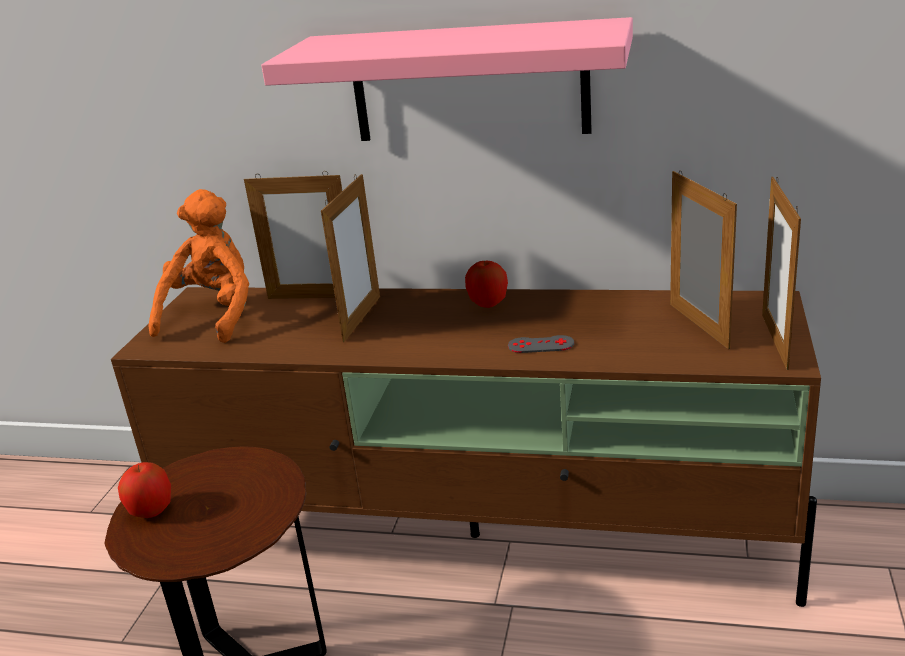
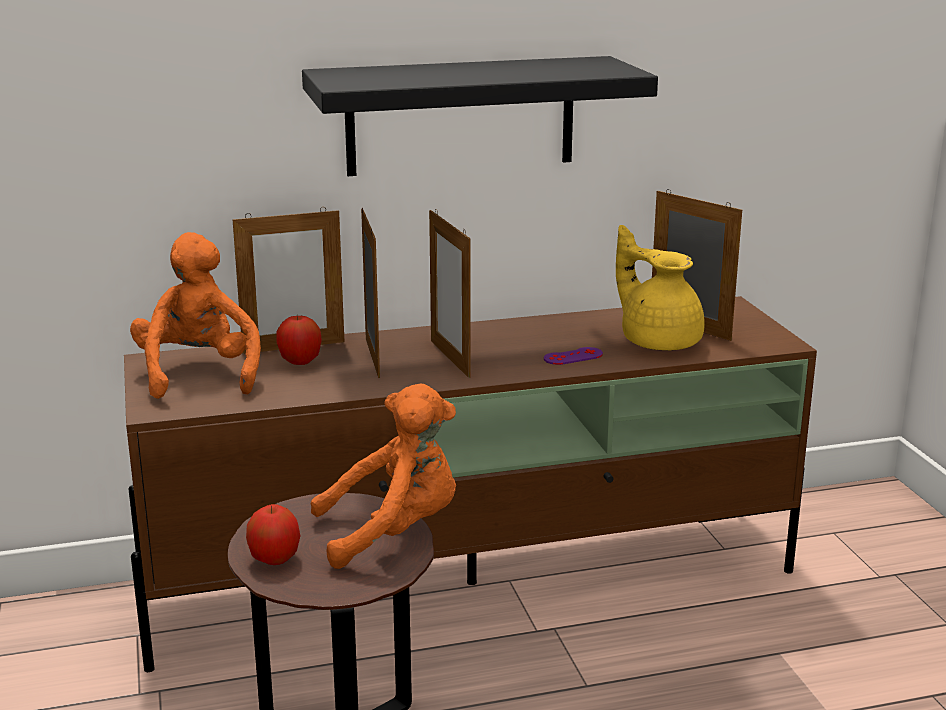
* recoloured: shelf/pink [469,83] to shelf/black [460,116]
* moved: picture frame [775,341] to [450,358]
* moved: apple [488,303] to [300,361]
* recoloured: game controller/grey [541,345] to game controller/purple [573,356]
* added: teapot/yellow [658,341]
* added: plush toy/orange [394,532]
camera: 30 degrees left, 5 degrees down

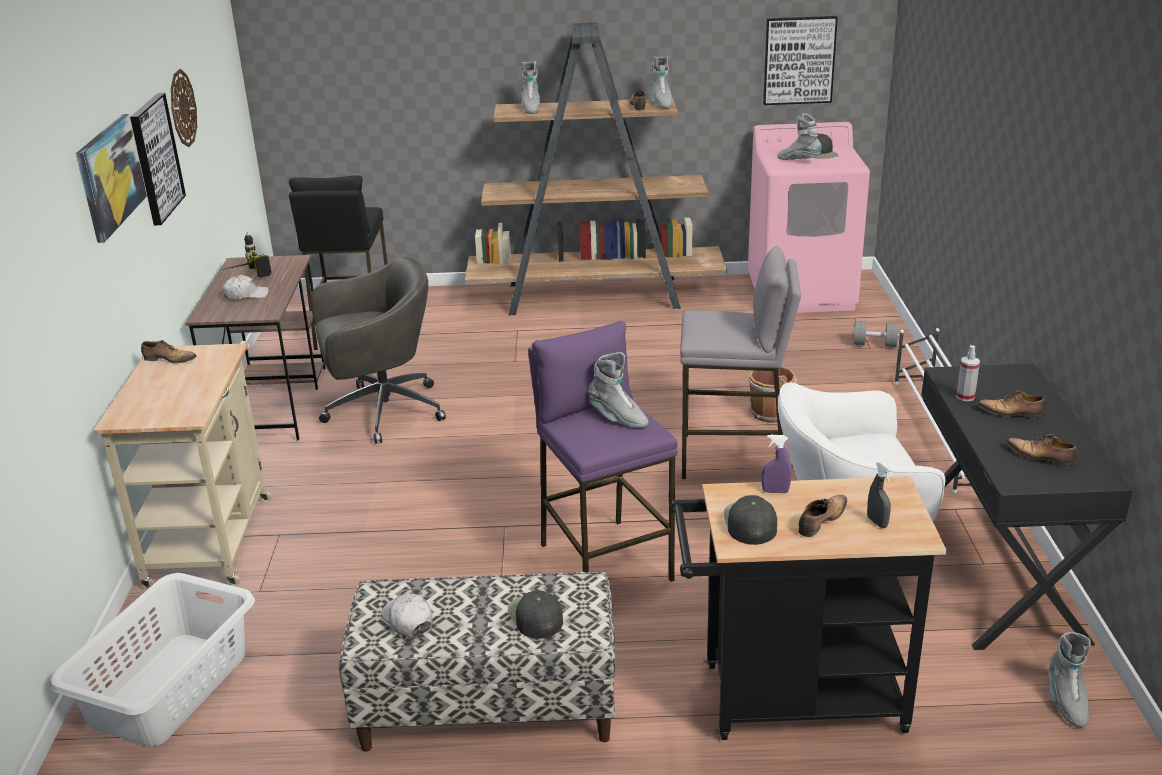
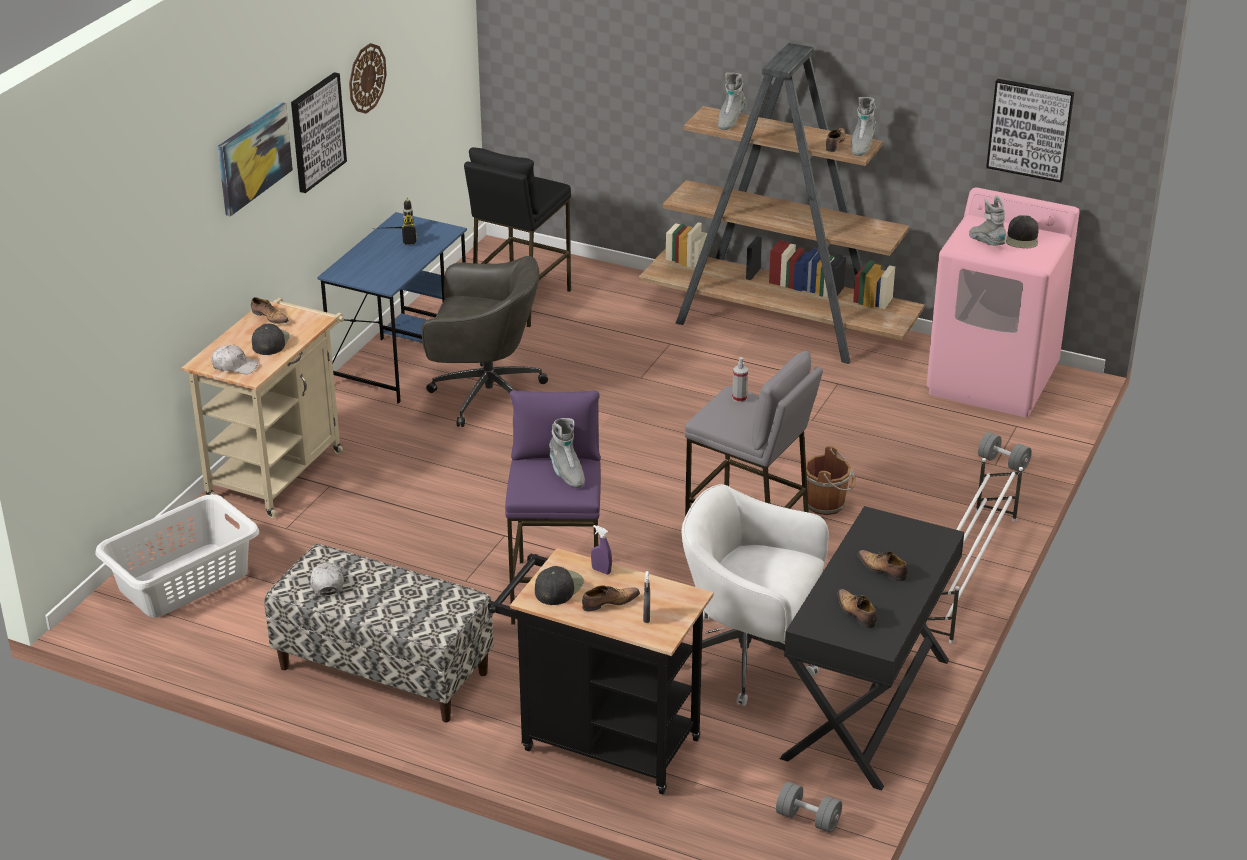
* recoloured: desk/brown [273,402] to desk/blue [401,359]
* moved: cap/white [246,295] to [235,366]
* moved: spray bottle [965,397] to [739,398]
* moved: cap/black [535,616] to [270,342]
* replaced: boot/grey [1065,701] to dumbbell/grey [808,819]
camera: 25 degrees right, 5 degrees up

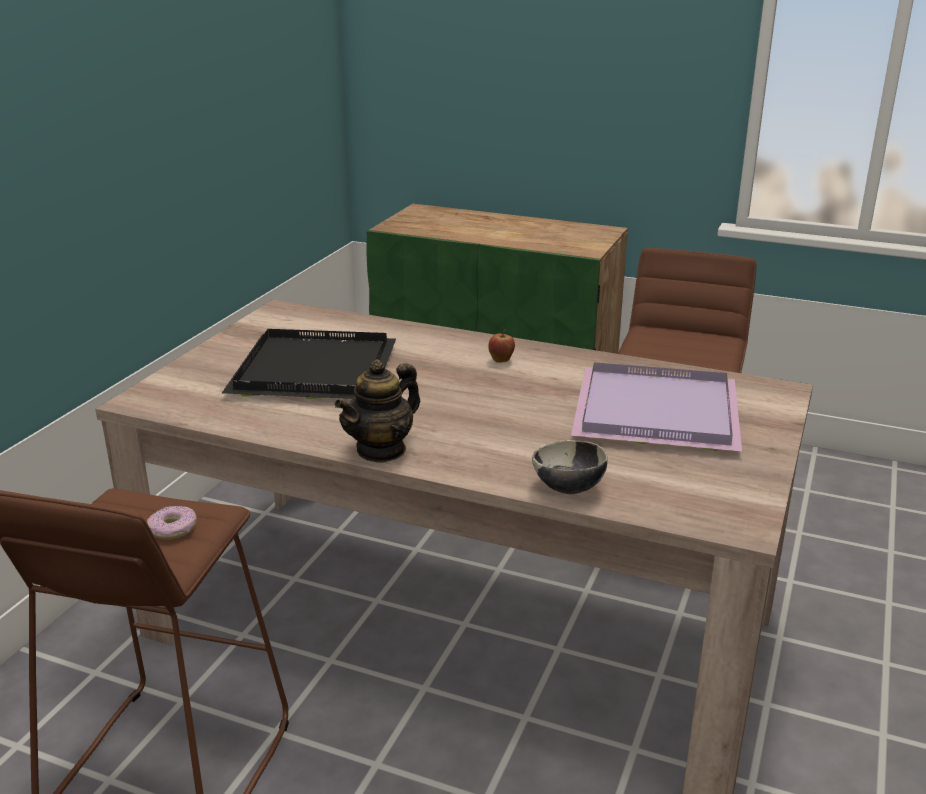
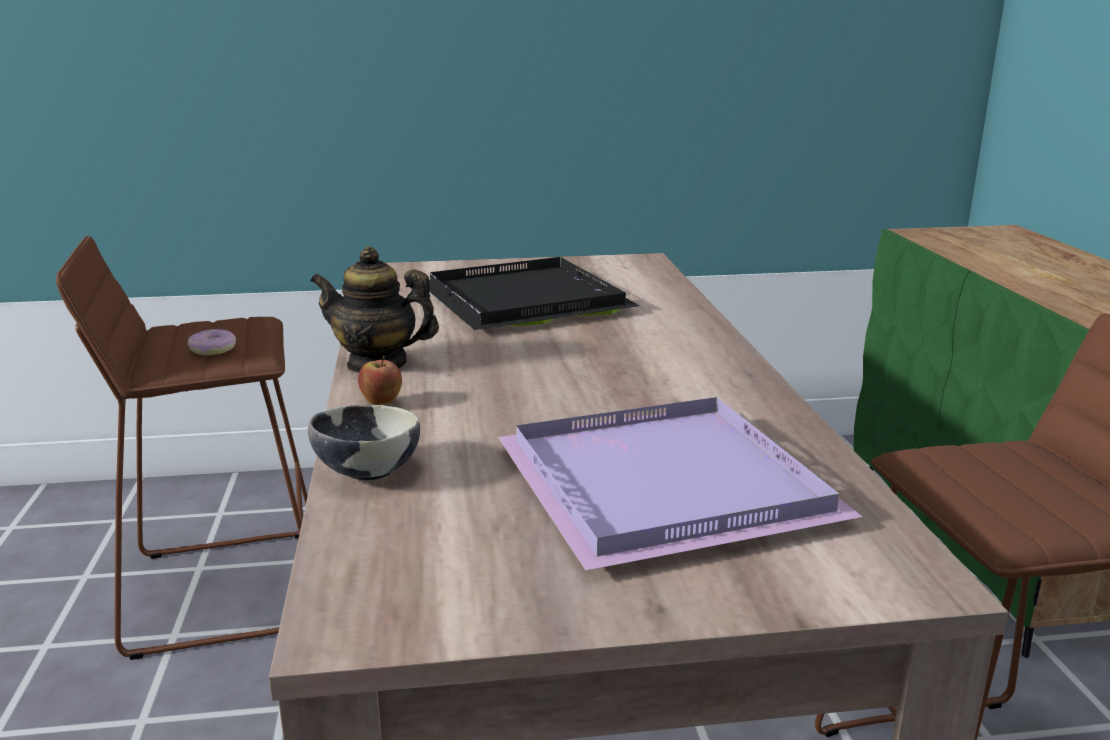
* moved: apple [501,361] to [381,404]
camera: 60 degrees right, 5 degrees down

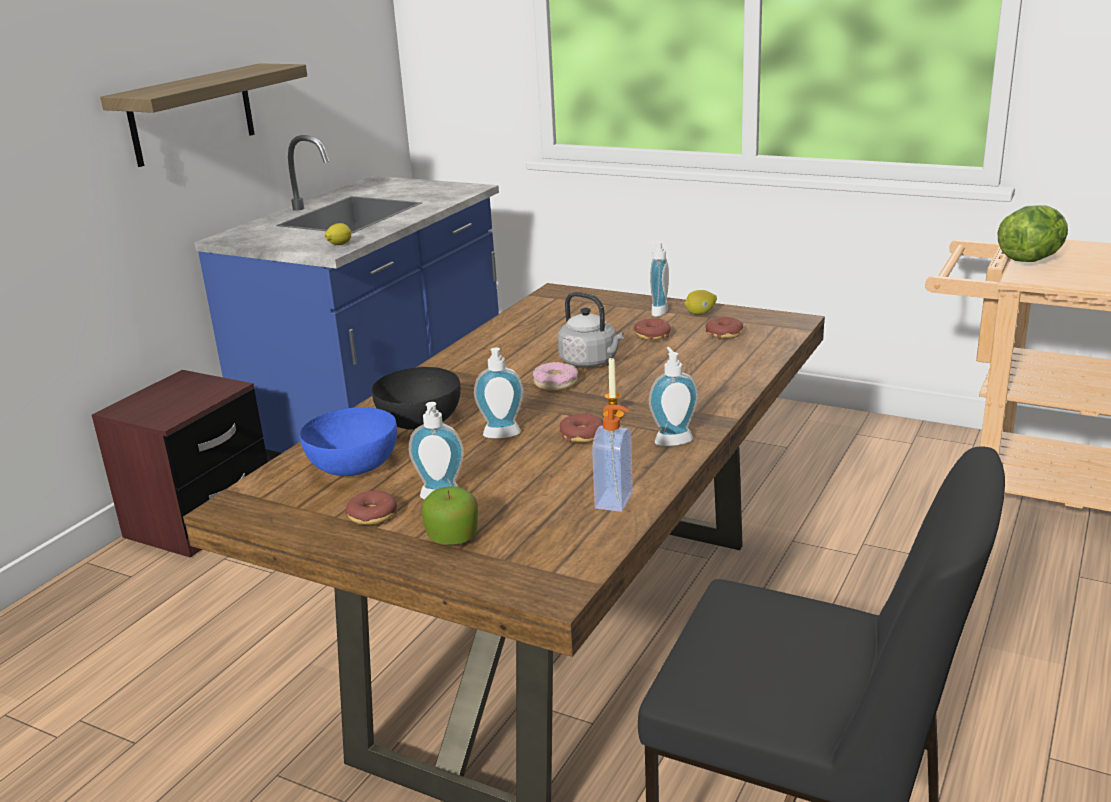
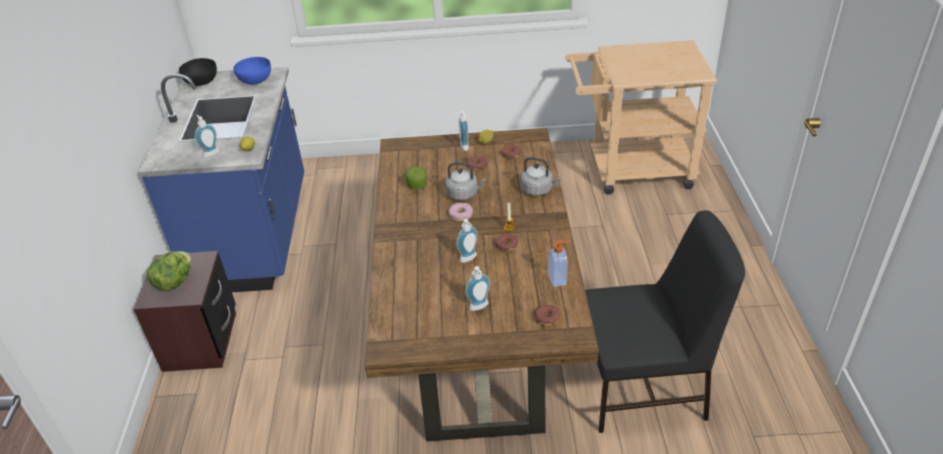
* removed: shelf [192,114]
* moved: lettuce [1031,259] to [175,282]
* moved: soap dispenser [672,439] to [210,152]
* moved: bowl/black [421,420] to [202,81]
* moved: bowl/blue [353,466] to [255,80]
* moved: apple [453,537] to [417,186]
* moved: donut [372,515] to [547,318]
* added: kettle/grey [538,190]
camera: 30 degrees left, 15 degrees up

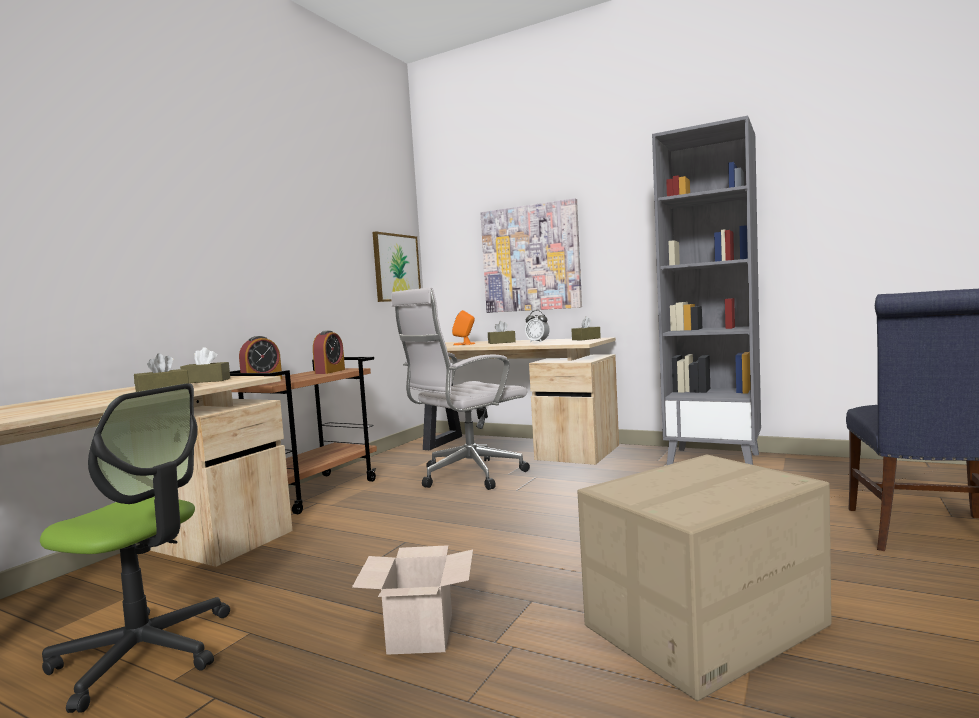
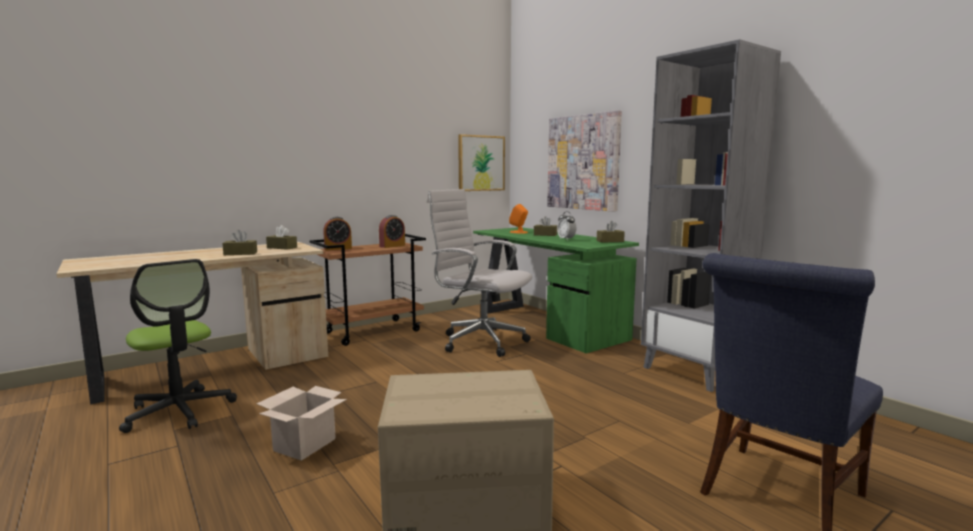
* turned: office chair/white [466,476] = [479,341] 45 degrees clockwise
* recoloured: desk/beige [514,447] to desk/green [547,324]
camera: 25 degrees right, 5 degrees up

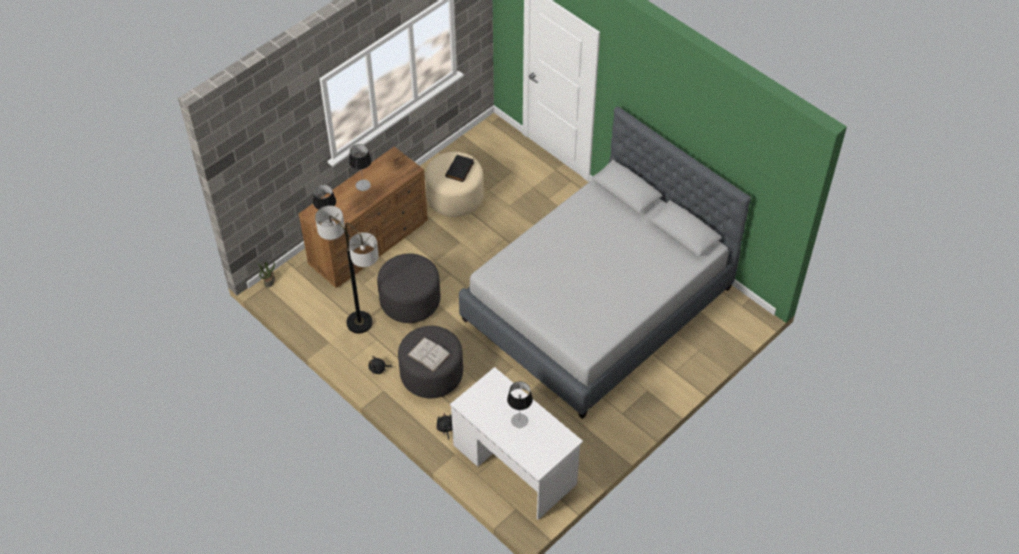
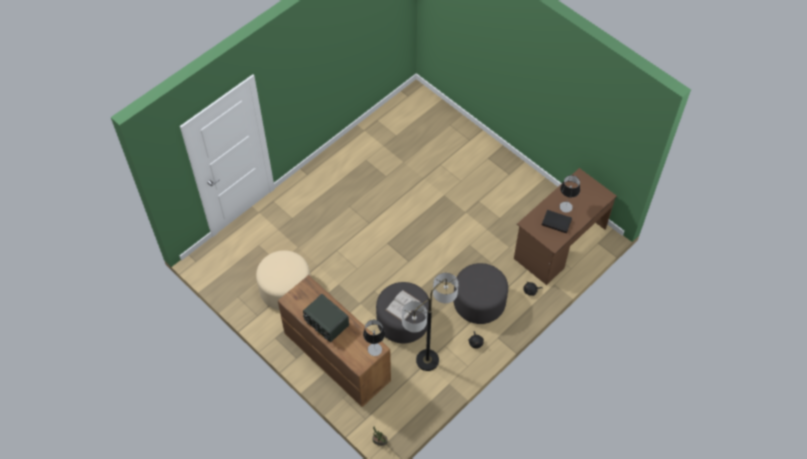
* removed: bed/grey [598,304]
* replaced: table lamp [363,185] to radio [326,323]
* moved: book/black [460,170] to [557,222]
* moved: book/white [428,354] to [403,306]
* recoloured: desk/white [514,464] to desk/brown [559,244]
camera: 90 degrees left, 5 degrees up

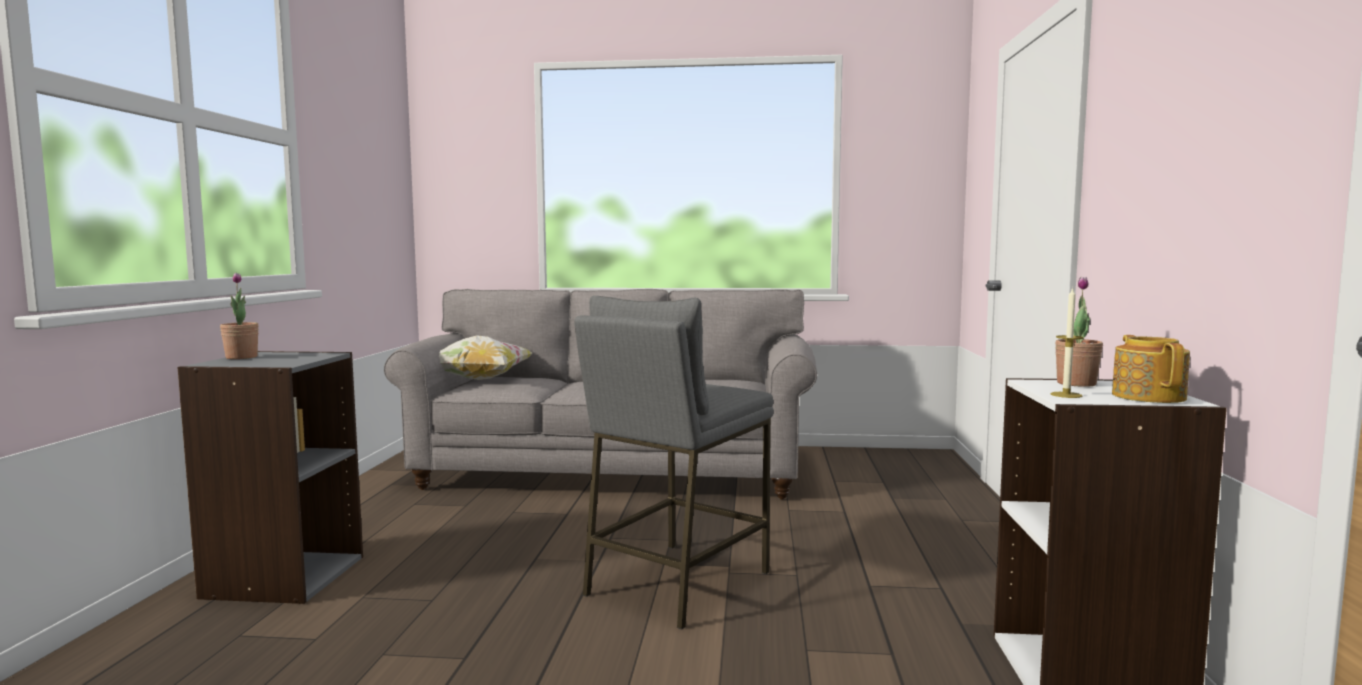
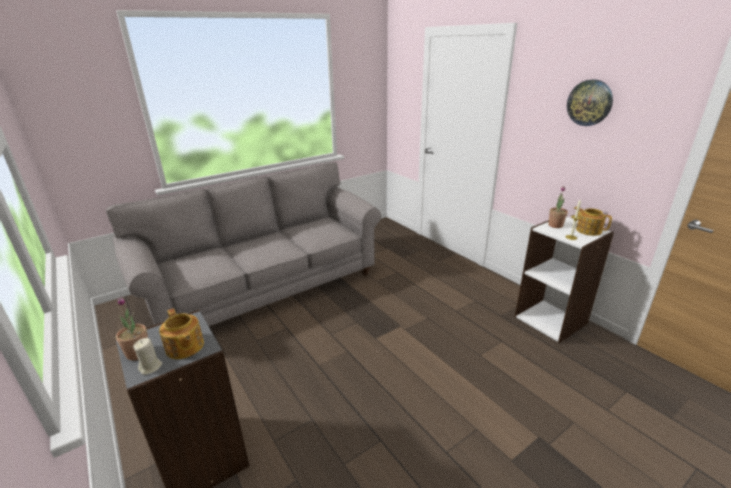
* removed: stool/grey [676,583]
* removed: pillow [479,379]
* added: wall clock [589,103]
* added: teapot [184,347]
* added: candle/beige [151,367]
camera: 40 degrees left, 20 degrees up

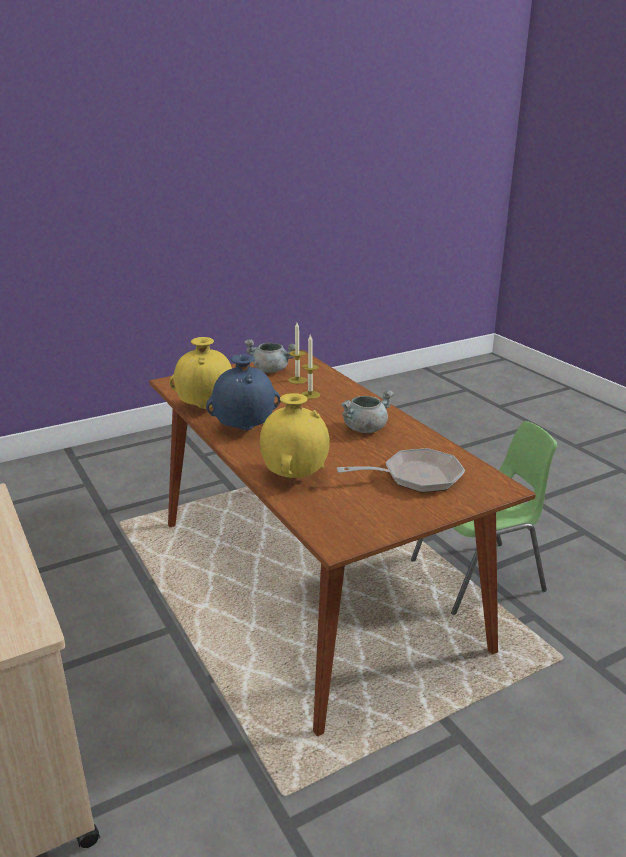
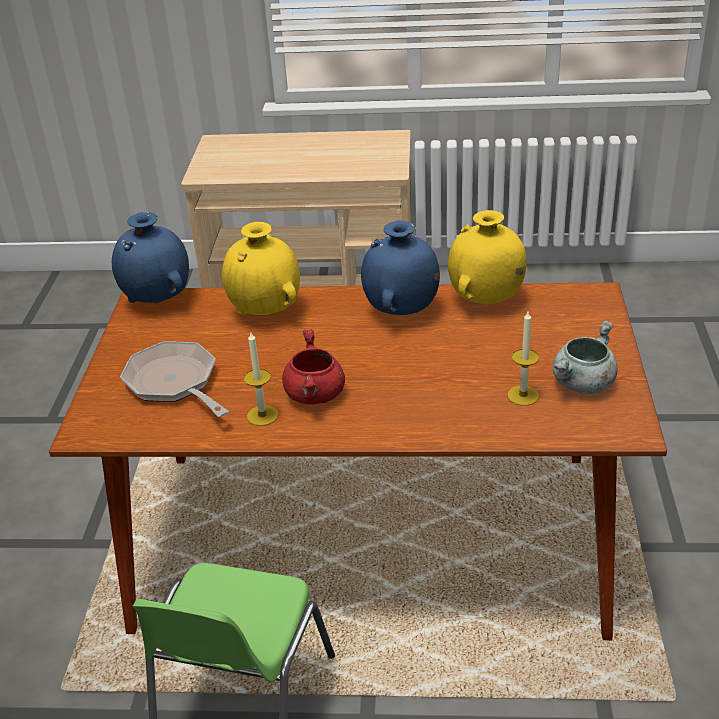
* moved: candle [310,395] to [262,415]
* recoloured: cooking pot/grey [365,428] to cooking pot/red [316,395]
* turned: frying pan [416,477] = [175,383] 120 degrees clockwise
* added: vase/blue [158,301]
camera: 125 degrees right, 10 degrees up

